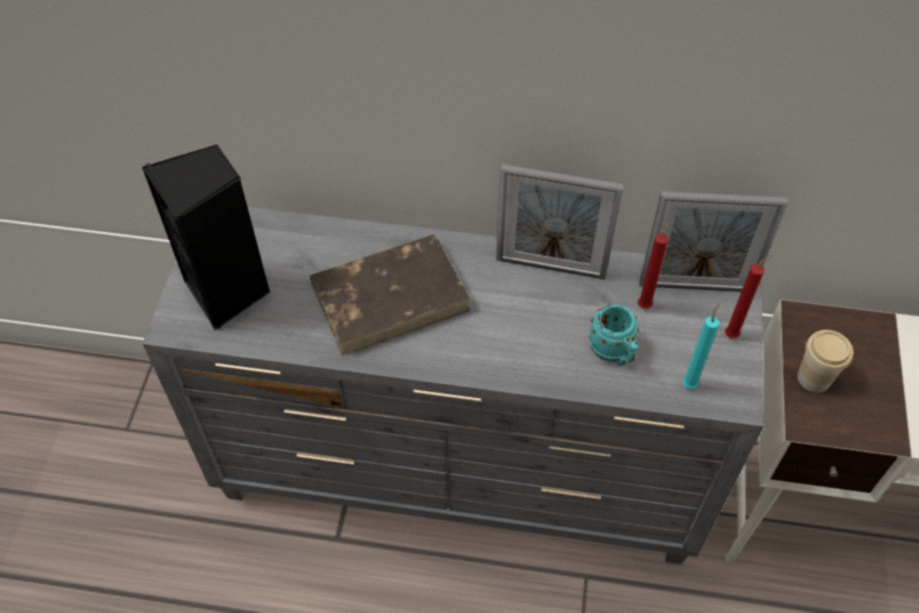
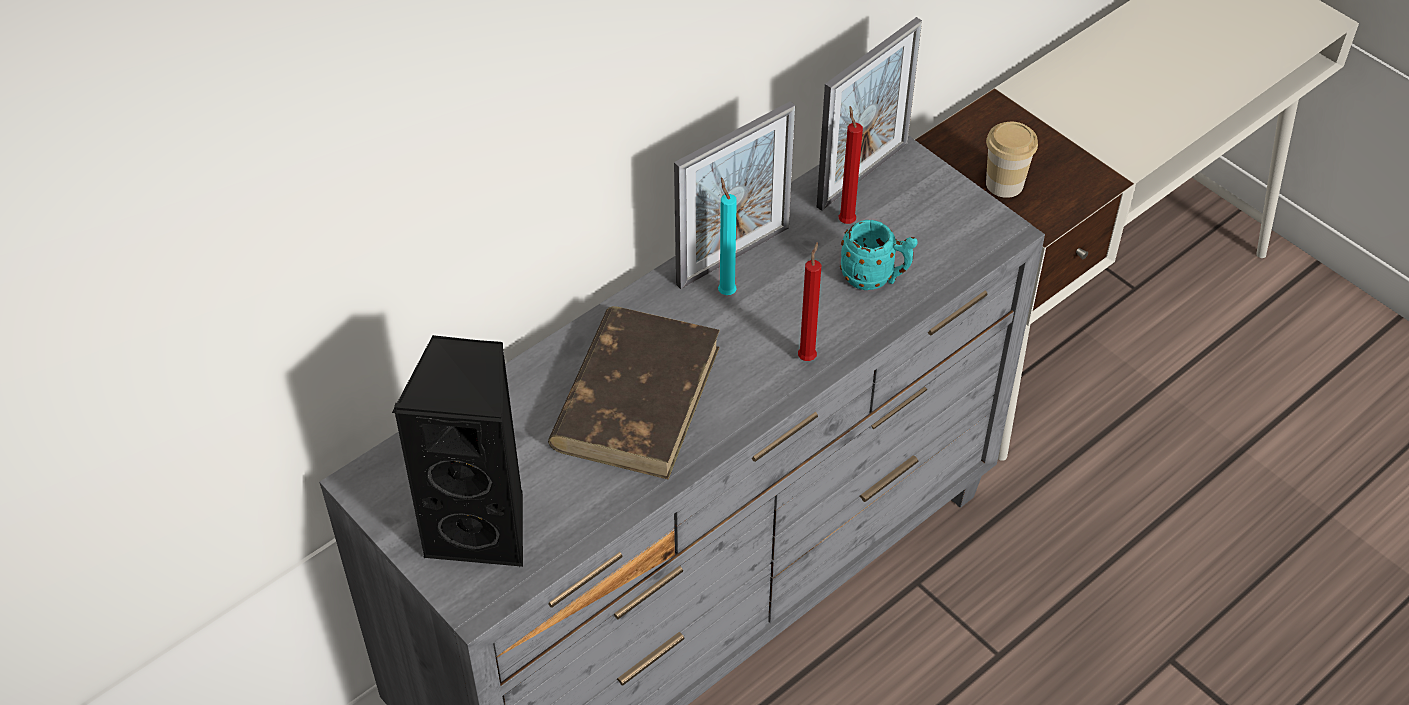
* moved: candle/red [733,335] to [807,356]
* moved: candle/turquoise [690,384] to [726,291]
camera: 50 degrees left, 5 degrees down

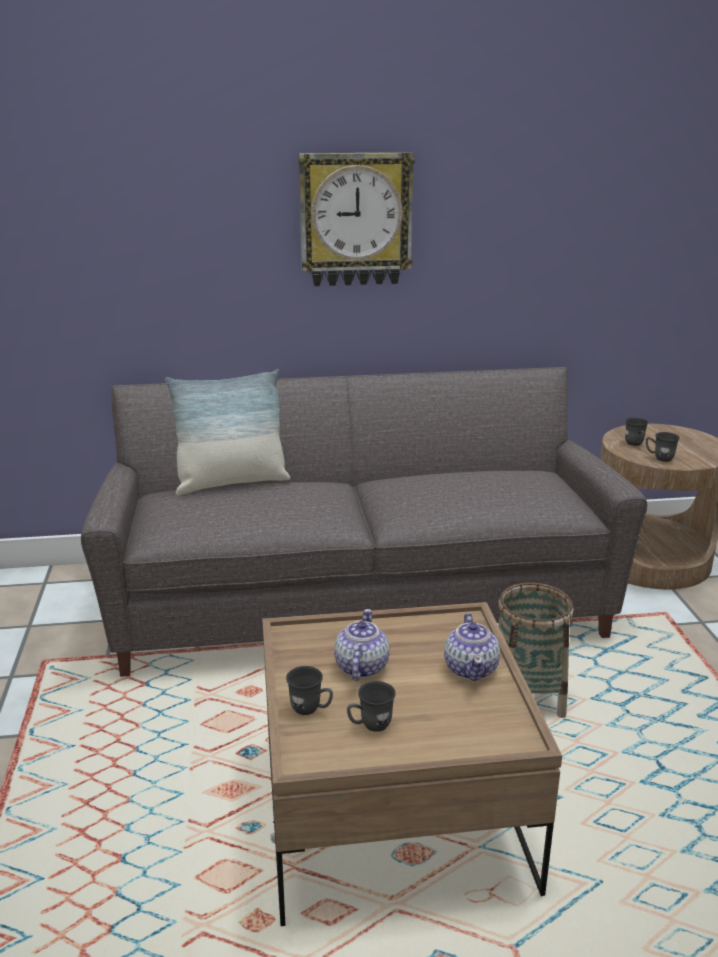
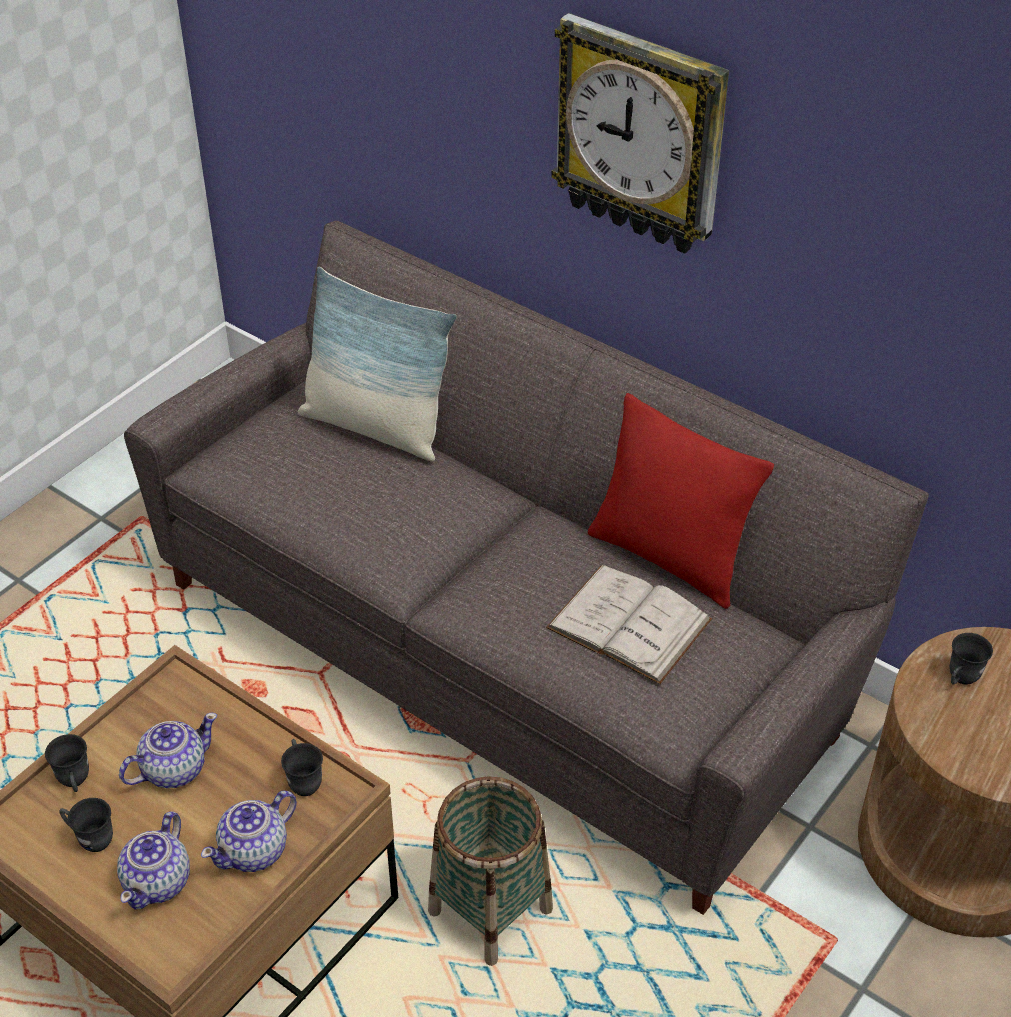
* moved: mug/grey [659,458] to [303,780]
* added: pillow/red [669,557]
* added: book/white [629,623]
* added: teapot [158,881]
camera: 45 degrees right, 20 degrees up

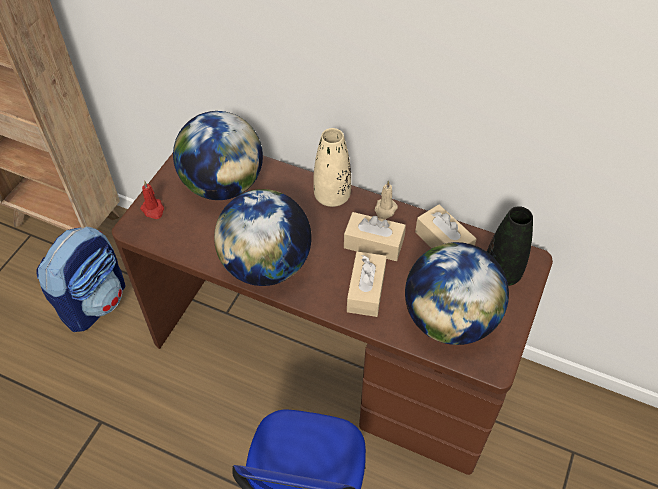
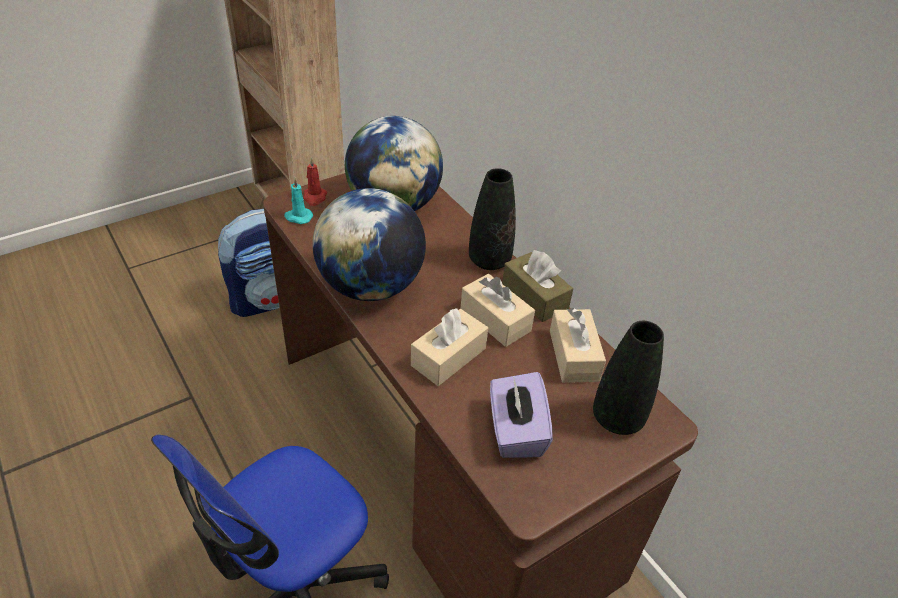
* recoloured: vase/beige [332,197] to vase/black [489,260]
* replaced: candle/beige [385,210] to tissue box/brown [534,296]
* replaced: globe [449,319] to tissue box/purple [515,431]
* added: candle/turquoise [298,217]
camera: 30 degrees right, 10 degrees down

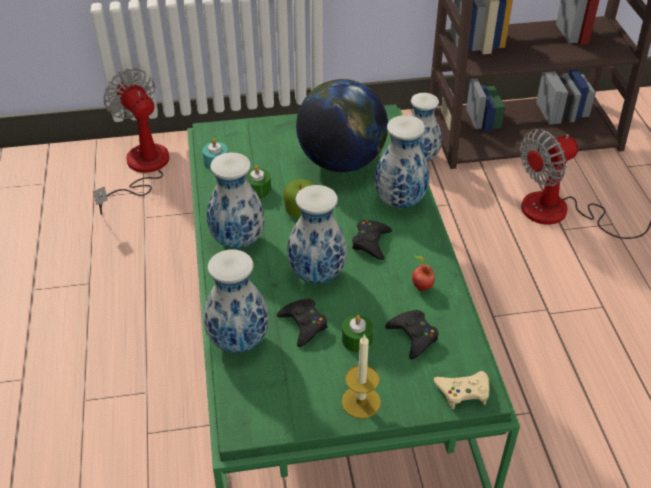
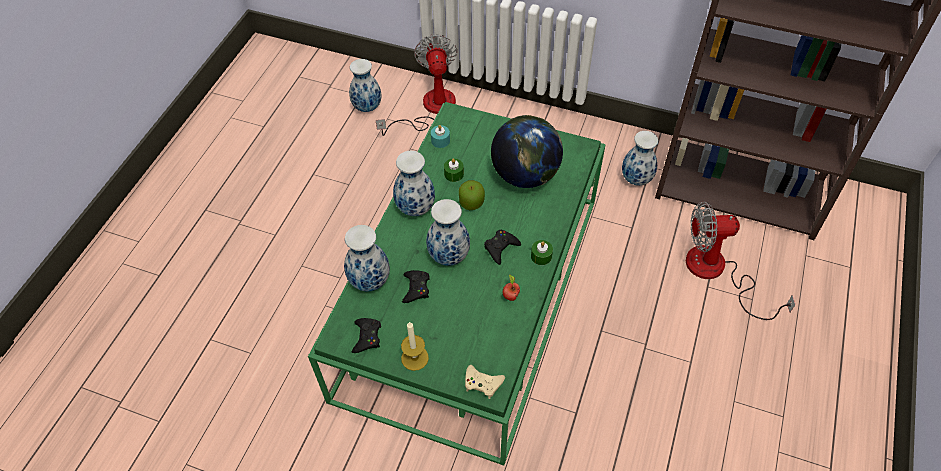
* moved: vase [399,201] to [367,107]
* moved: game controller/black [413,336] to [367,337]
* moved: candle/green [357,340] to [541,256]
camera: 30 degrees right, 10 degrees up

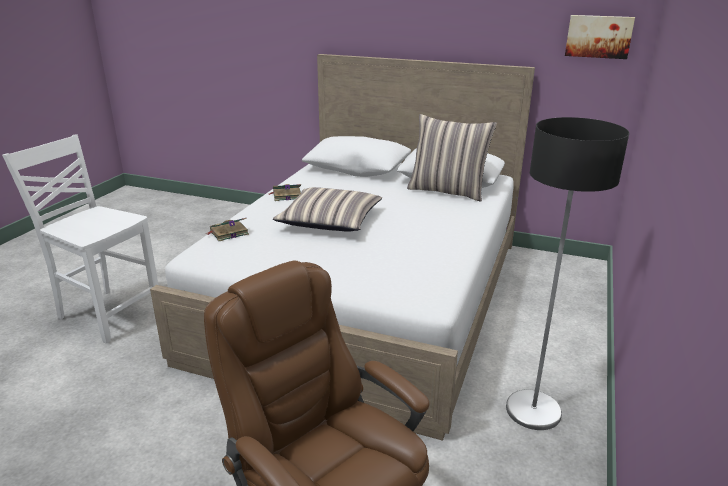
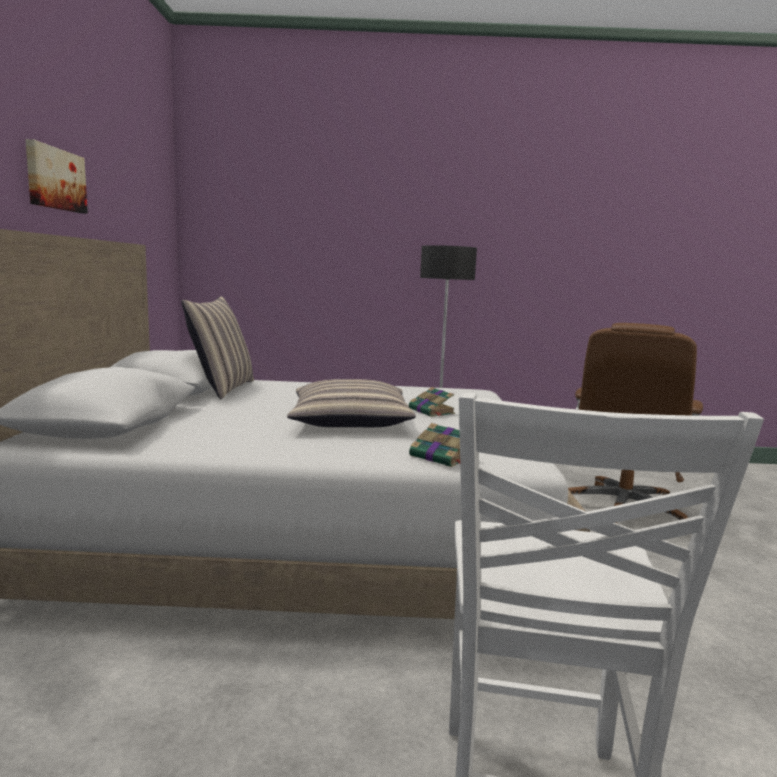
* moved: picture [598,36] to [54,179]
* moved: book [286,196] to [432,411]
camera: 110 degrees left, 15 degrees down

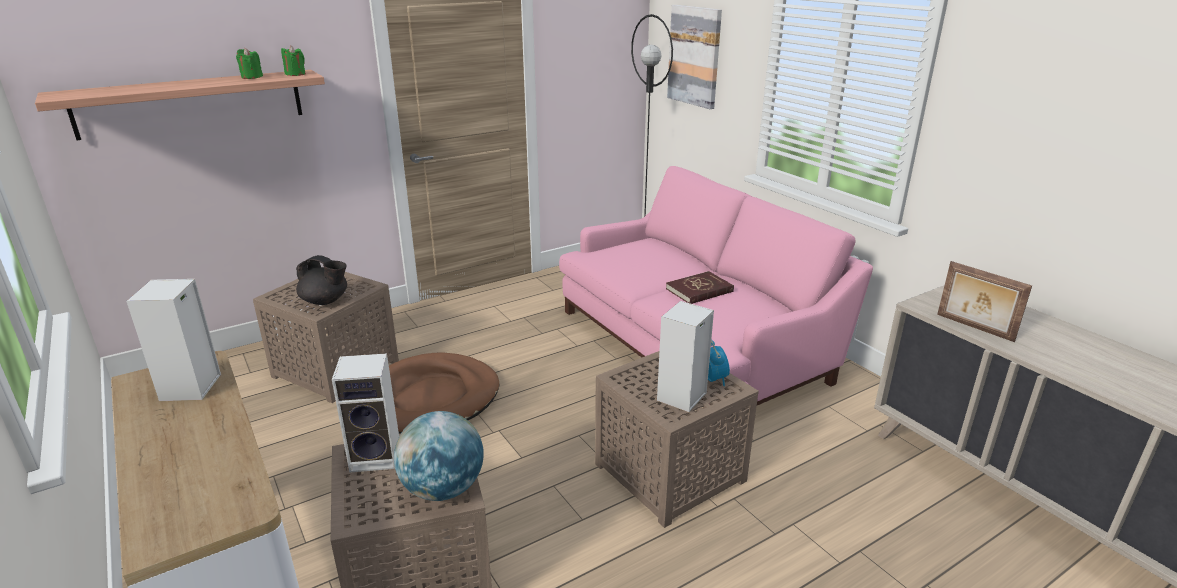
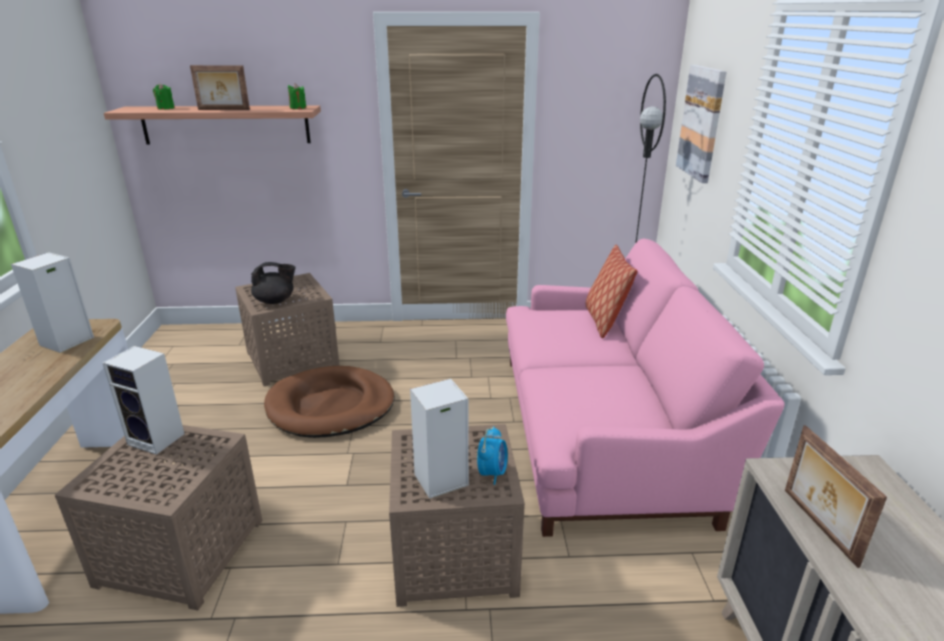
* moved: candle/green [251,77] to [166,108]
* turned: teapot/black [325,301] = [275,301] 60 degrees counterclockwise
* removed: book/red [699,290]
* removed: globe [443,489]
* added: picture frame [223,110]
* added: pillow [604,322]
camera: 30 degrees right, 0 degrees up

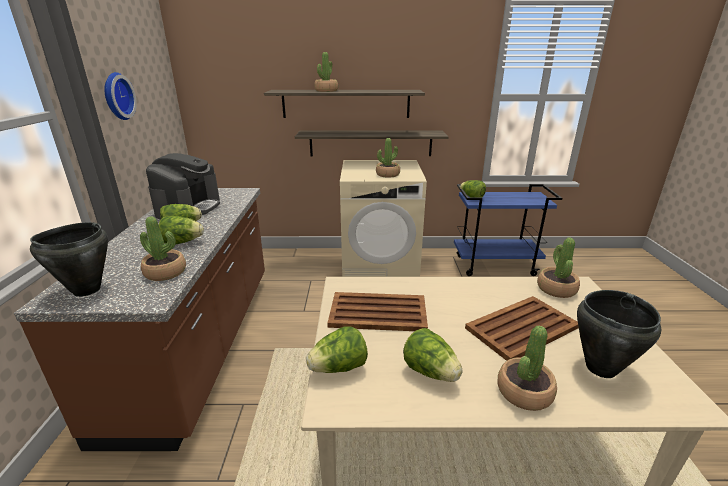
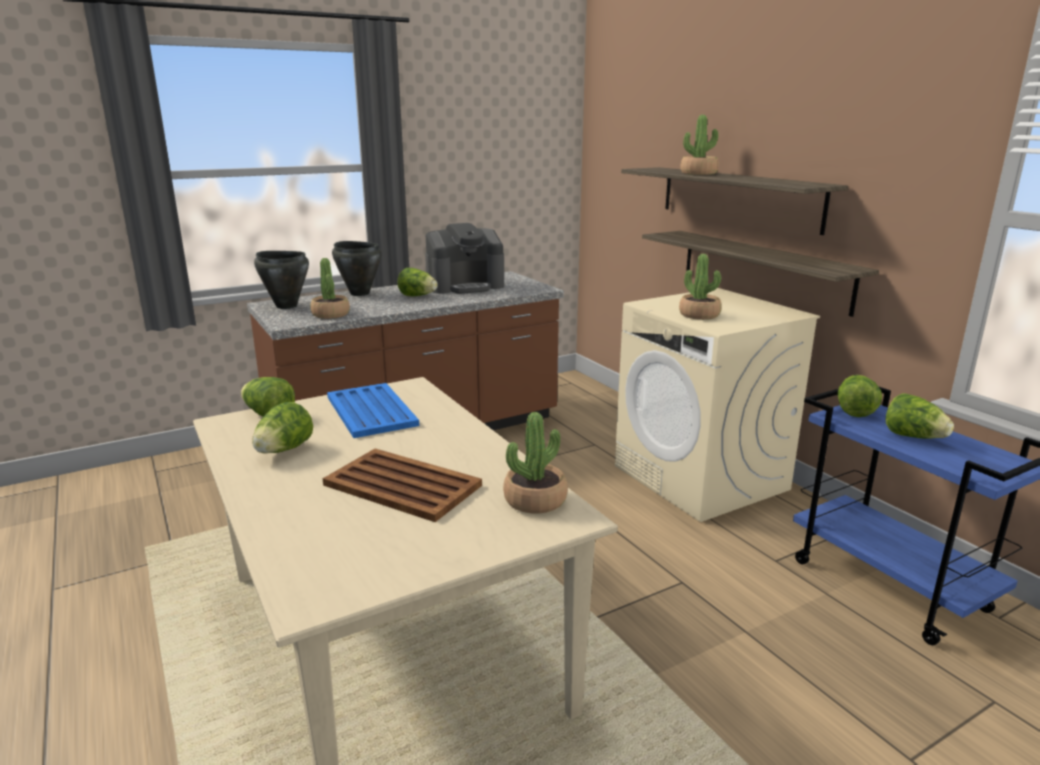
* removed: wall clock [116,96]
* moved: lettuce [182,242] to [913,437]
* moved: cooking pot/black [600,368] to [359,293]
* recoloured: tray/brown [379,313] to tray/blue [371,411]
* removed: potted plant [524,392]
camera: 60 degrees right, 5 degrees down

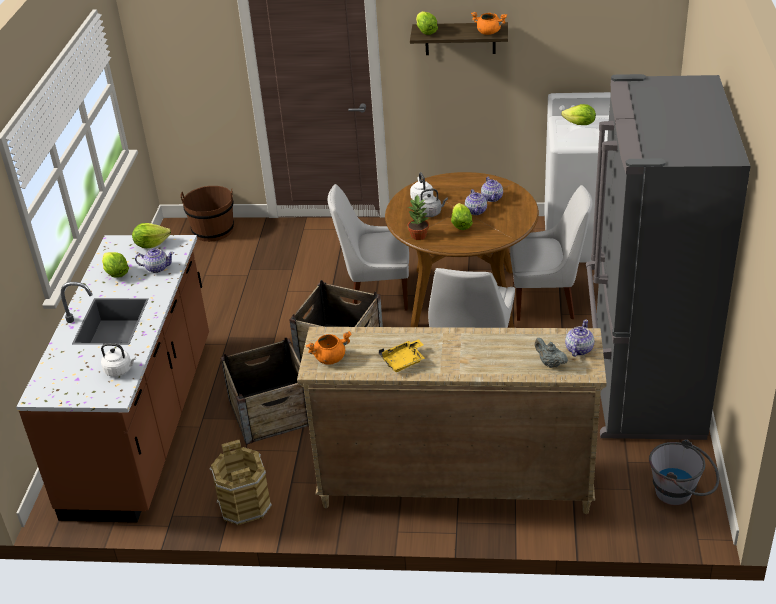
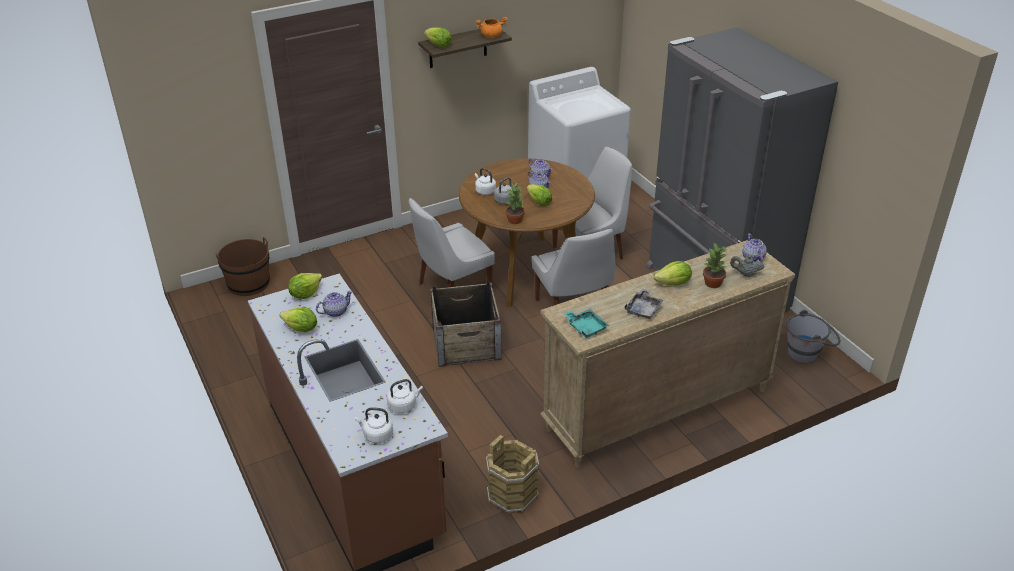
* moved: lettuce [580,124] to [673,284]
* replaced: cooking pot/orange [330,358] to tray/turquoise [586,327]
* removed: crate [271,411]
* recoloured: tray/yellow [403,361] to tray/grey [643,309]
* added: potted plant [713,283]
* added: kettle/white [376,435]
camera: 35 degrees left, 0 degrees up

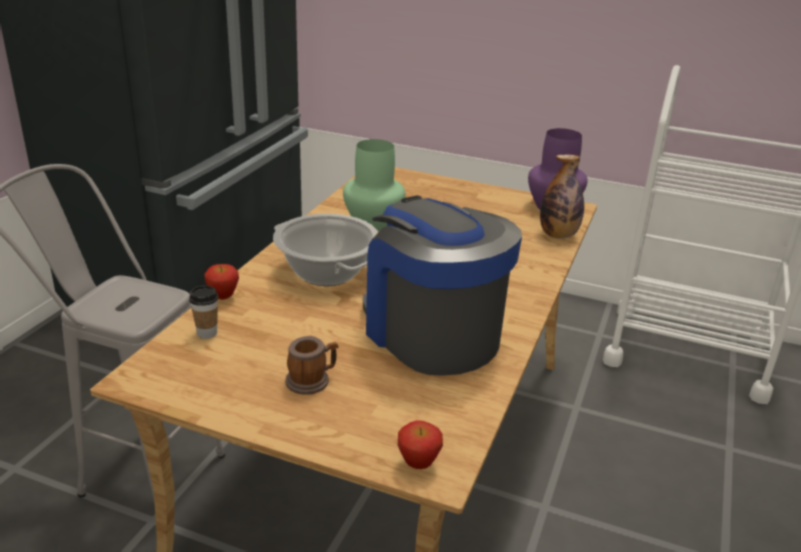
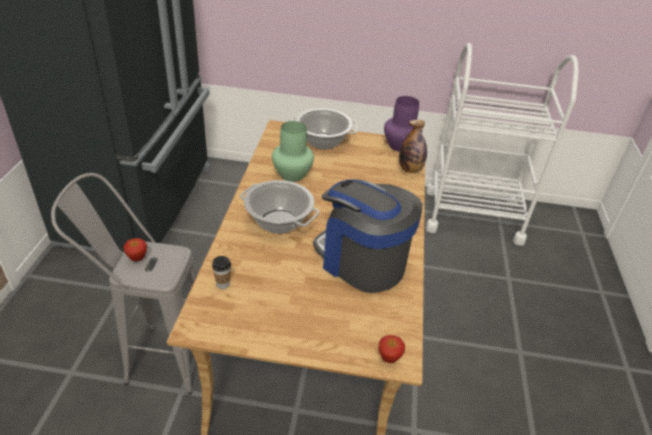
* moved: apple [223,297] to [137,259]
* removed: mug [312,380]
* added: cooking pot [323,141]
camera: 15 degrees left, 10 degrees up

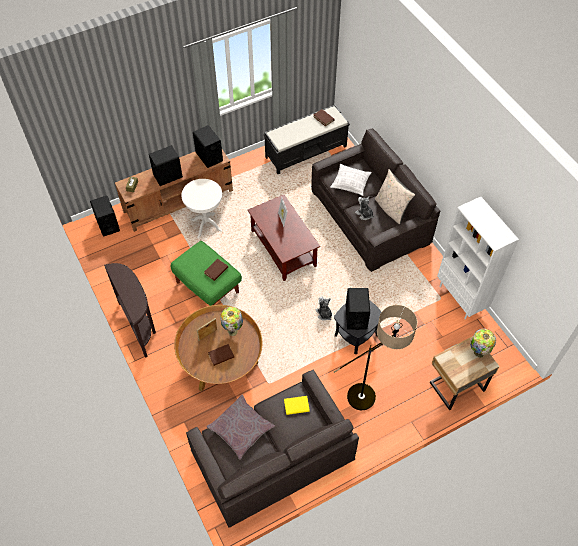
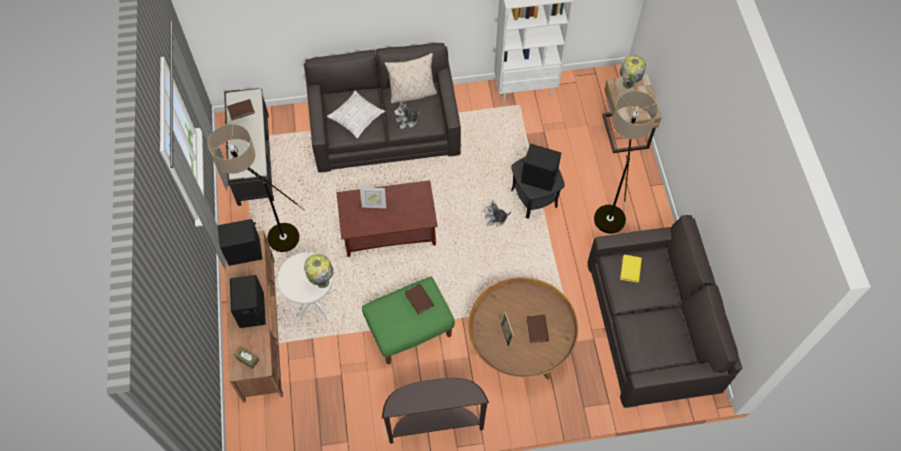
* removed: speaker/black [108,225]
* moved: table lamp [233,330] to [322,281]
* removed: pillow/grey [241,429]
* added: floor lamp [272,233]
camera: 70 degrees left, 5 degrees up

